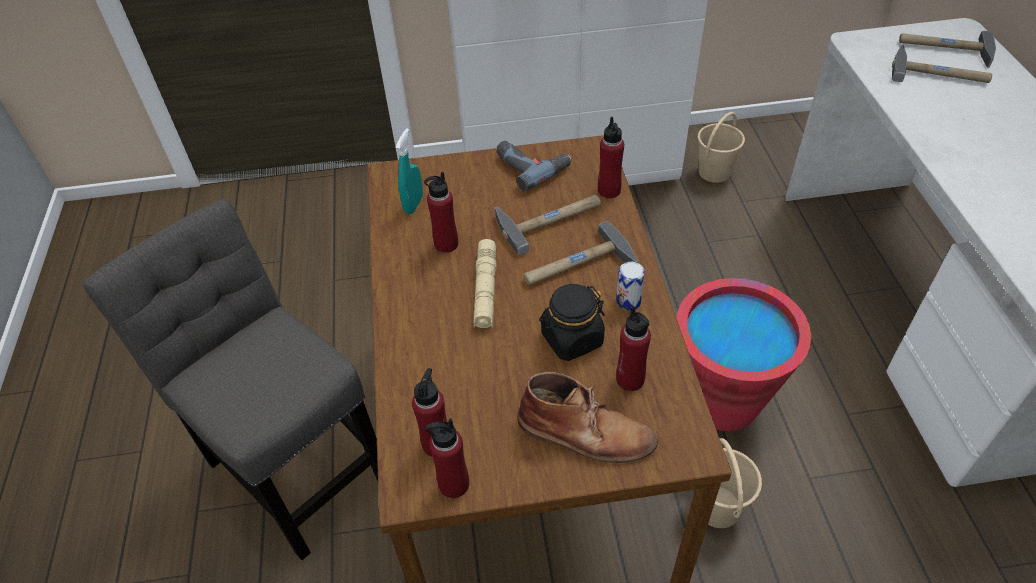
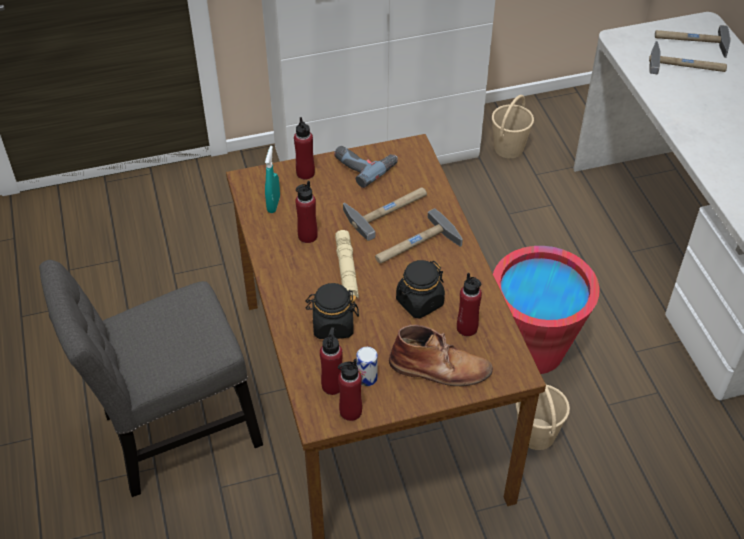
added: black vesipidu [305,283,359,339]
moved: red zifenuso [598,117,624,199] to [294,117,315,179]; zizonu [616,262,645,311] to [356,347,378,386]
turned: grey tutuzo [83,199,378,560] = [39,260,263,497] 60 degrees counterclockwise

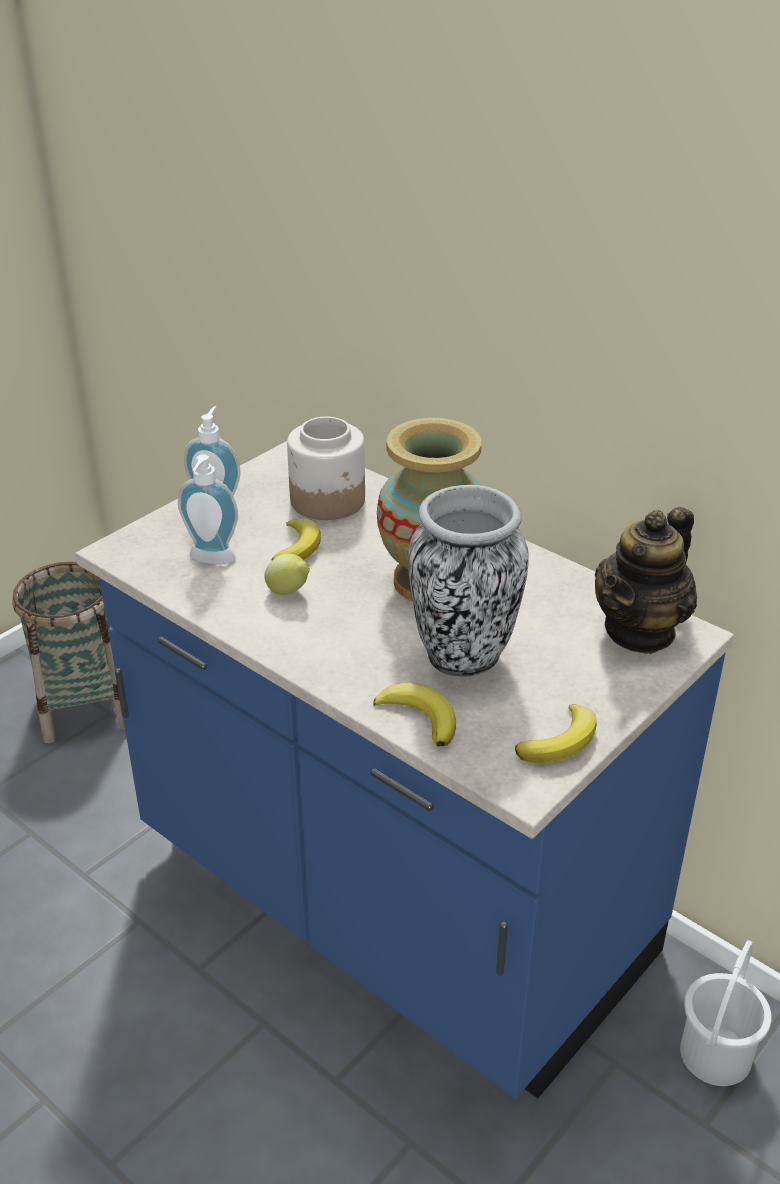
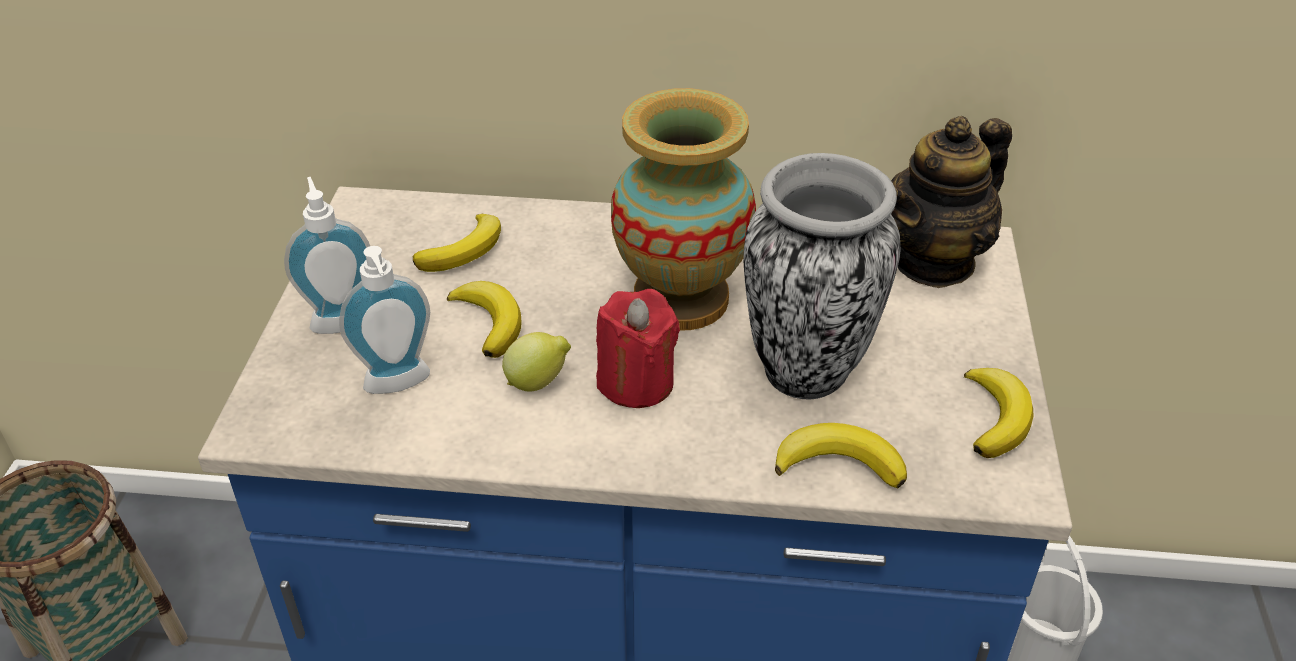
added: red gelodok [596,289,680,408]
replaced: vesipidu [287,417,365,520] to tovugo [413,214,501,272]
turned: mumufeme [595,507,697,654] = [891,116,1012,288] 45 degrees clockwise

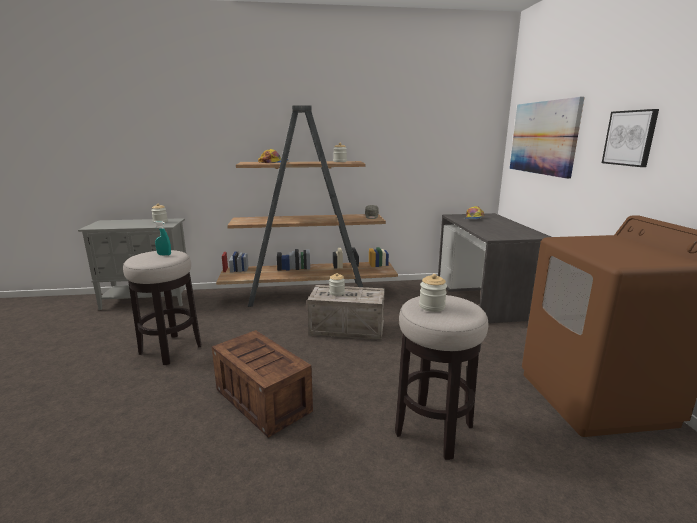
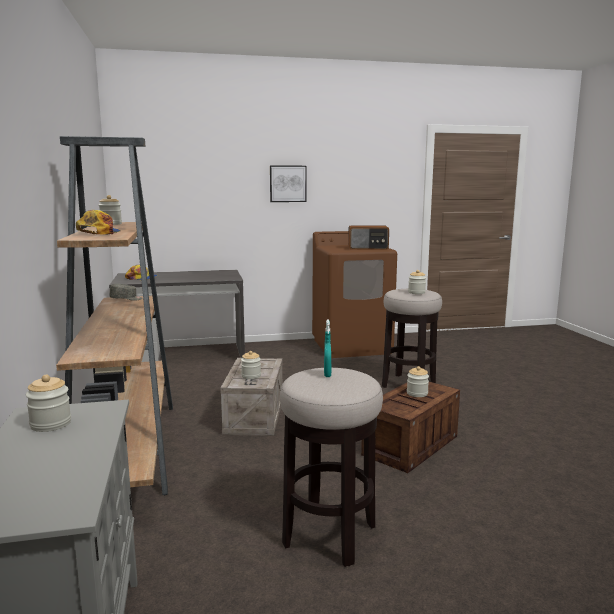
removed: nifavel [510,97,584,179]
added: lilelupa [348,225,389,250]; vesipidu [407,366,429,397]

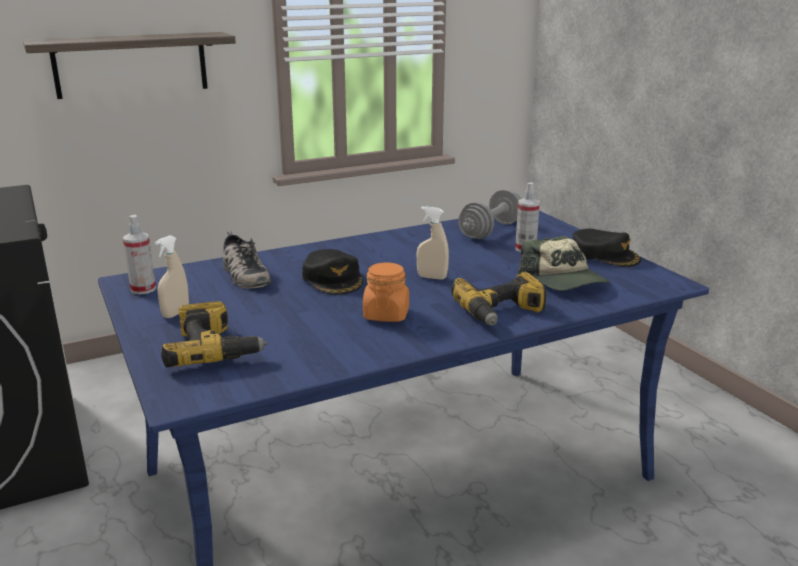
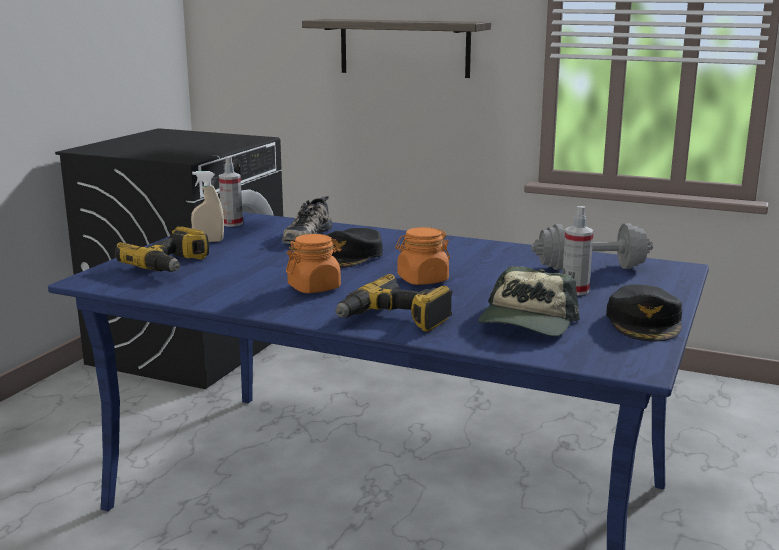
replaced: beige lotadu [417,207,449,280] to orange vesipidu [395,227,450,285]

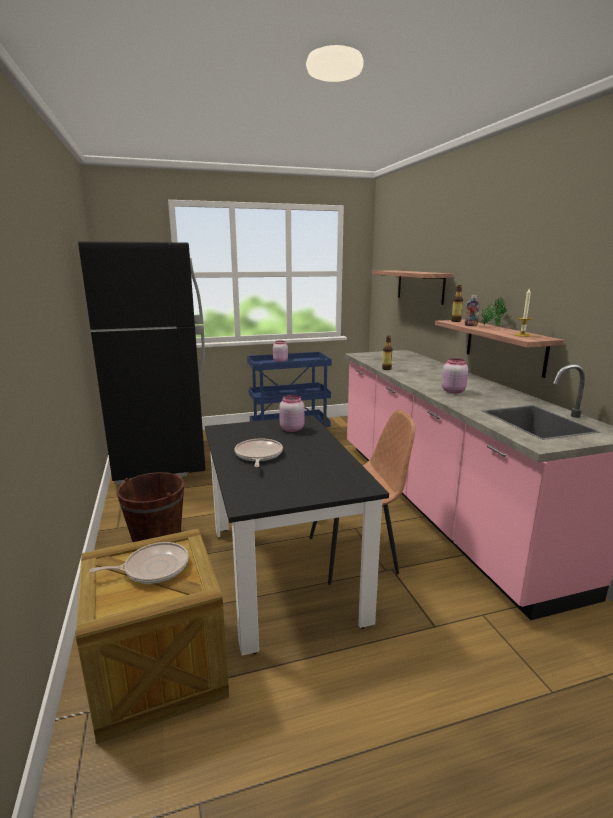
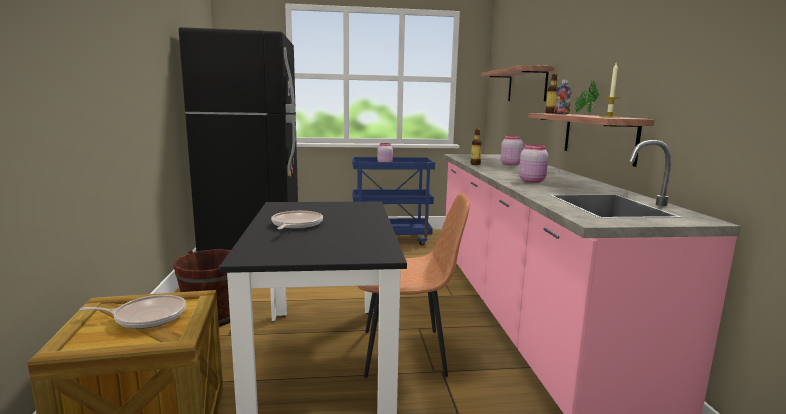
moved: pink vesipidu [279,395,305,432] to [501,135,523,165]

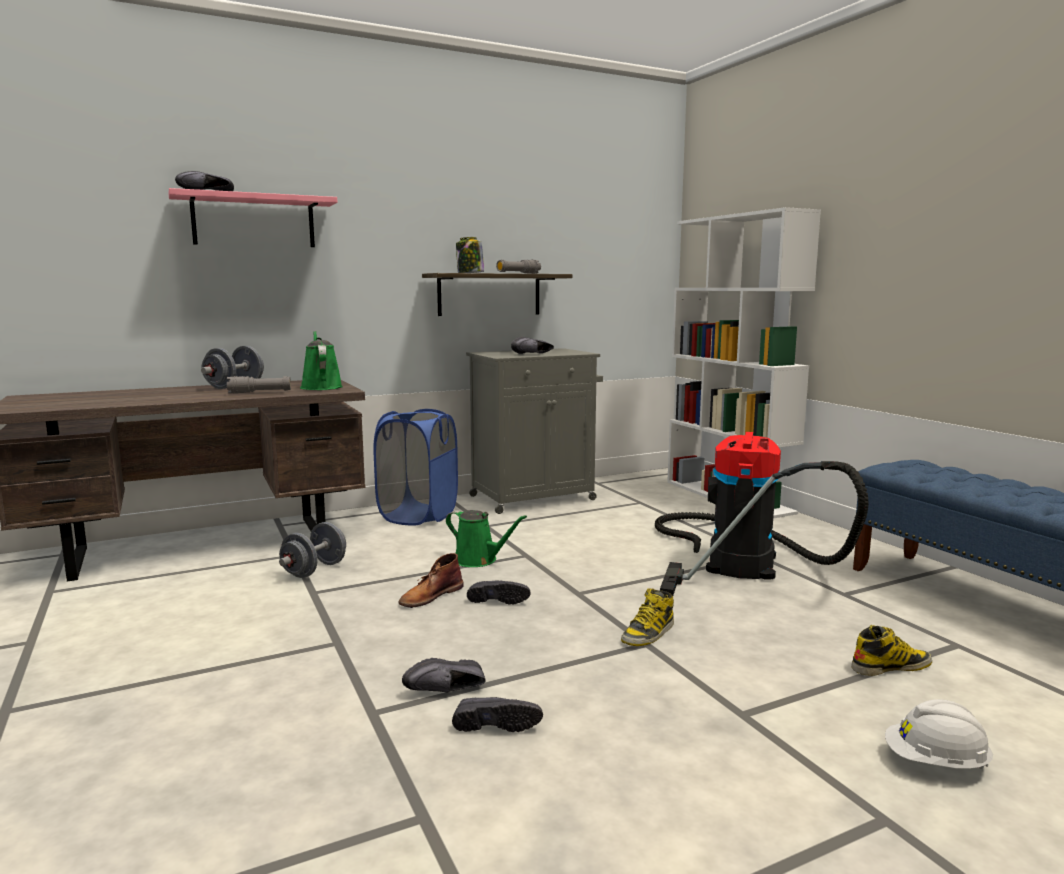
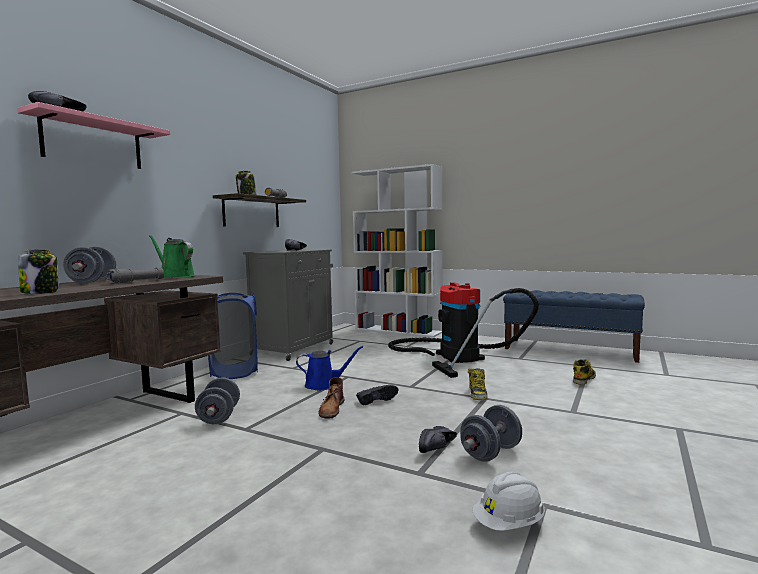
added: vesipidu [18,250,59,294]
moved: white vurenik [885,699,993,769] to [472,472,545,531]
replaced: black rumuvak [452,697,543,732] to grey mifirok [460,405,522,462]
recoloured: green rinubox [446,510,527,567] to blue rinubox [296,346,363,390]

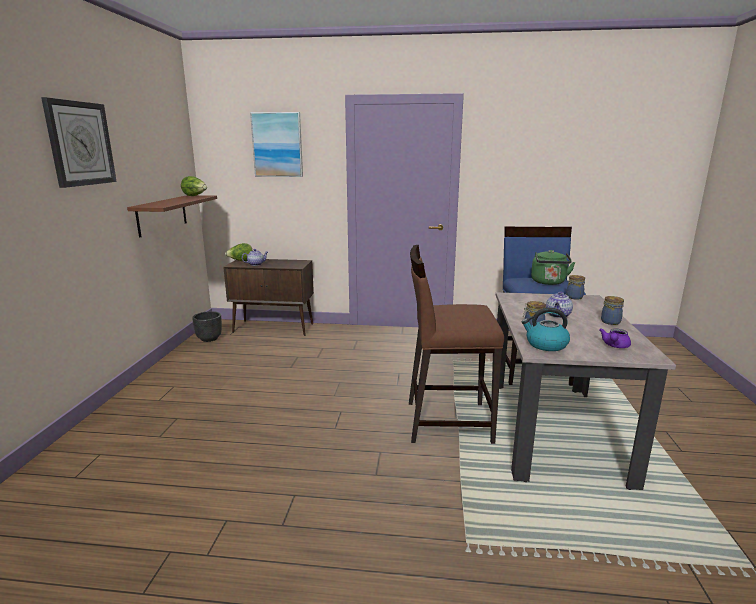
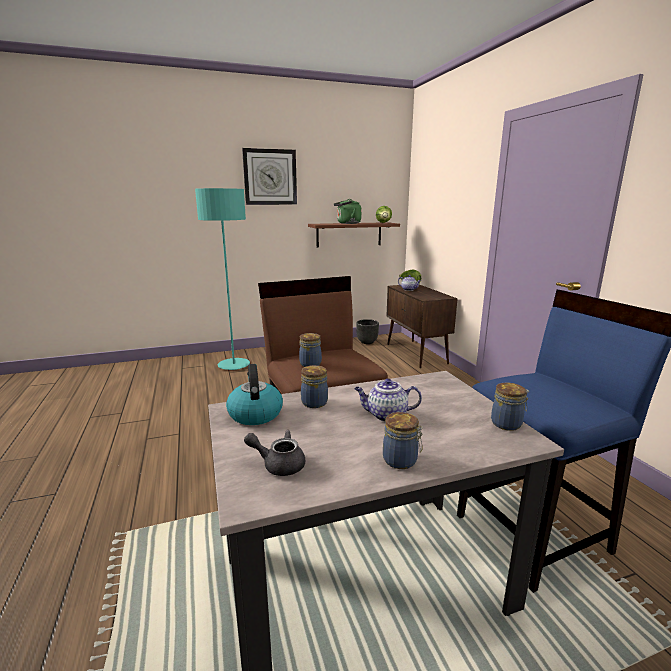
removed: nifavel [250,112,303,177]
added: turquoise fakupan [195,188,250,370]; vesipidu [299,333,322,367]
moved: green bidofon [531,250,576,285] to [334,199,362,224]
recoloured: purple mumufeme [599,328,631,348] to grey mumufeme [244,430,305,476]

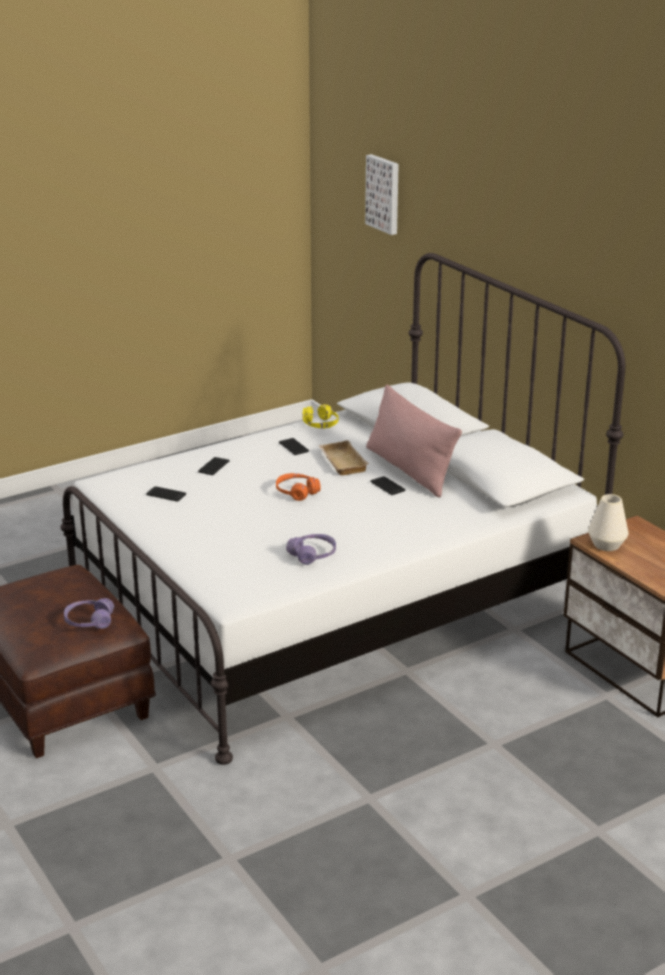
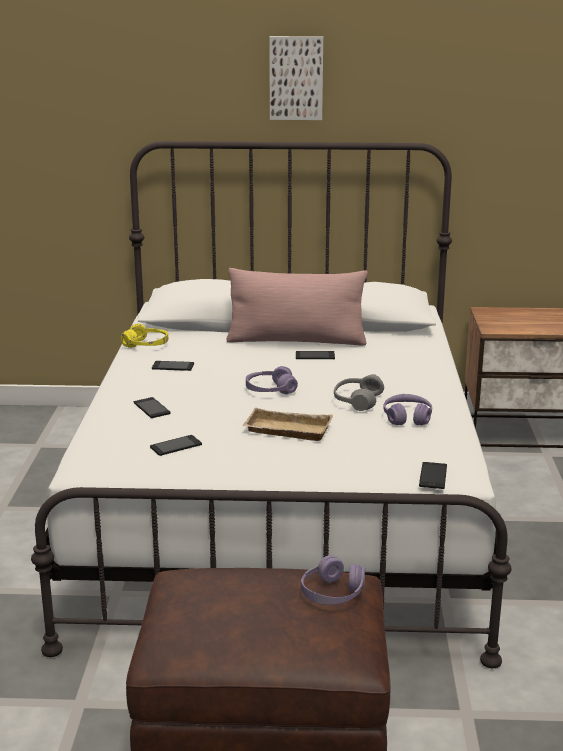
removed: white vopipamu [588,494,628,551]
added: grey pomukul [334,374,384,411]; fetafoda [419,462,447,489]
moved: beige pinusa [318,440,369,475] to [242,408,333,441]; nifavel [365,154,399,235] to [269,36,323,120]
recoloured: orange pomukul [276,473,321,501] to purple pomukul [246,366,298,394]

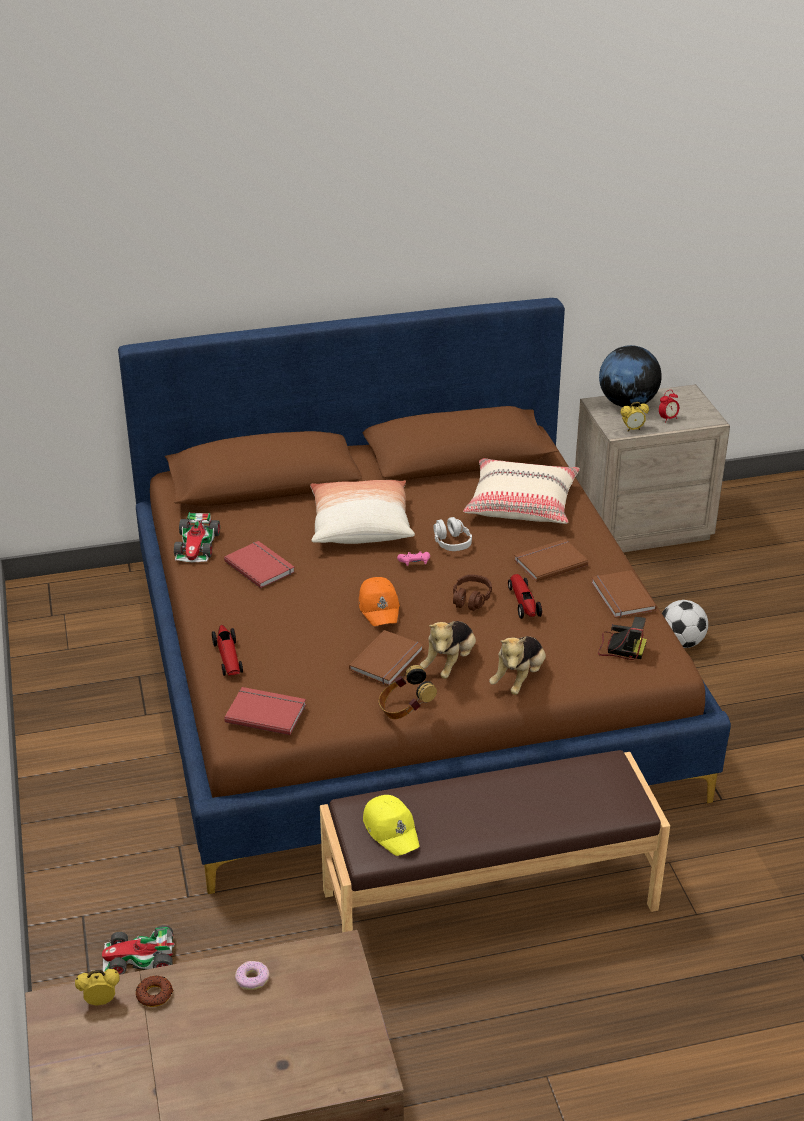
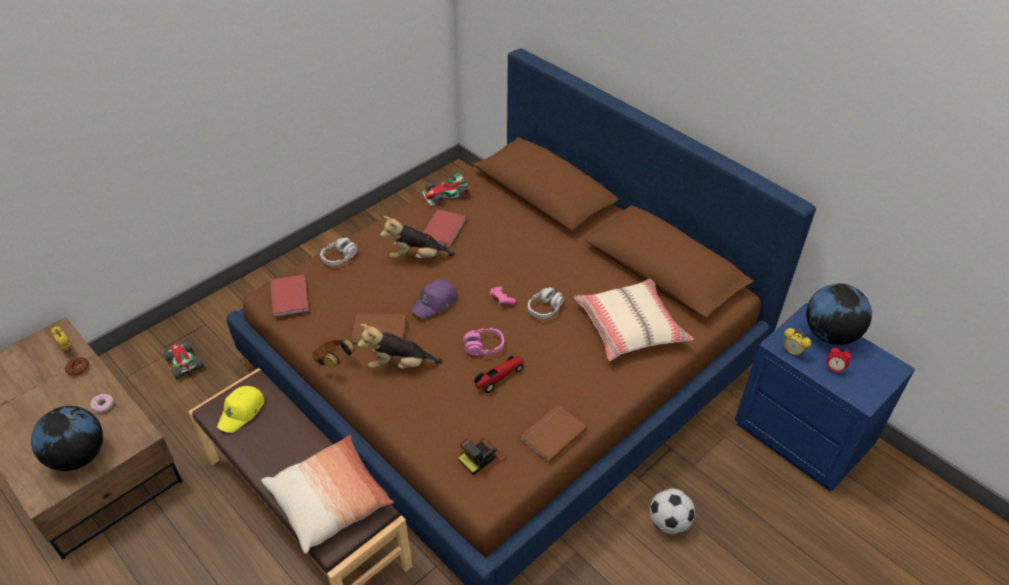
removed: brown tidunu [514,539,588,582]
added: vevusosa [31,406,103,471]
moved: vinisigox [310,480,415,544] to [261,435,394,554]; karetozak [489,636,546,695] to [380,216,455,258]
replaced: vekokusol [212,625,243,676] to grey pomukul [320,237,357,266]
recoloured: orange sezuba [359,577,400,626] to purple sezuba [411,280,457,318]; brown pomukul [453,574,492,611] to pink pomukul [463,328,504,356]; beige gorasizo [575,384,730,552] to blue gorasizo [735,303,915,491]
turned: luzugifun [598,617,647,660] = [458,438,507,475] 60 degrees clockwise

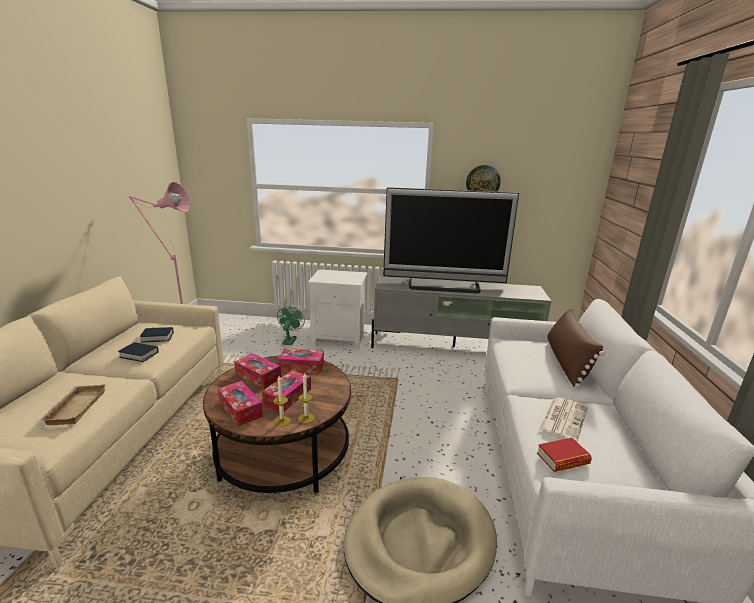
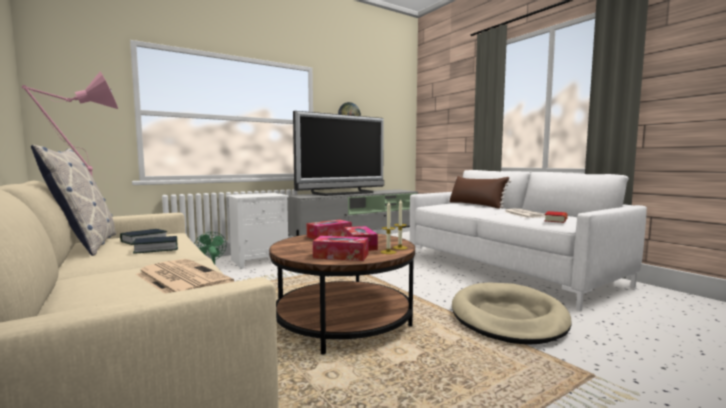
removed: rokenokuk [234,353,281,388]
added: vinisigox [31,145,116,256]
replaced: beige pinusa [40,384,106,425] to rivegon [136,259,234,294]

